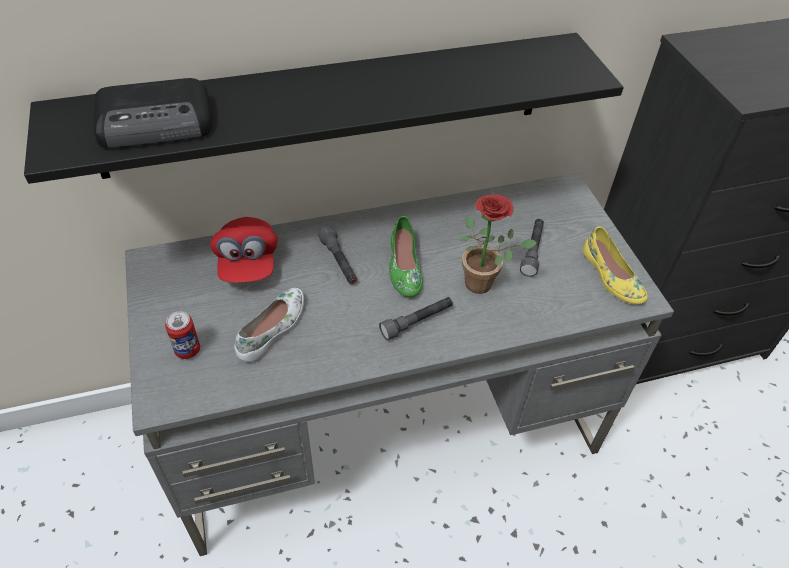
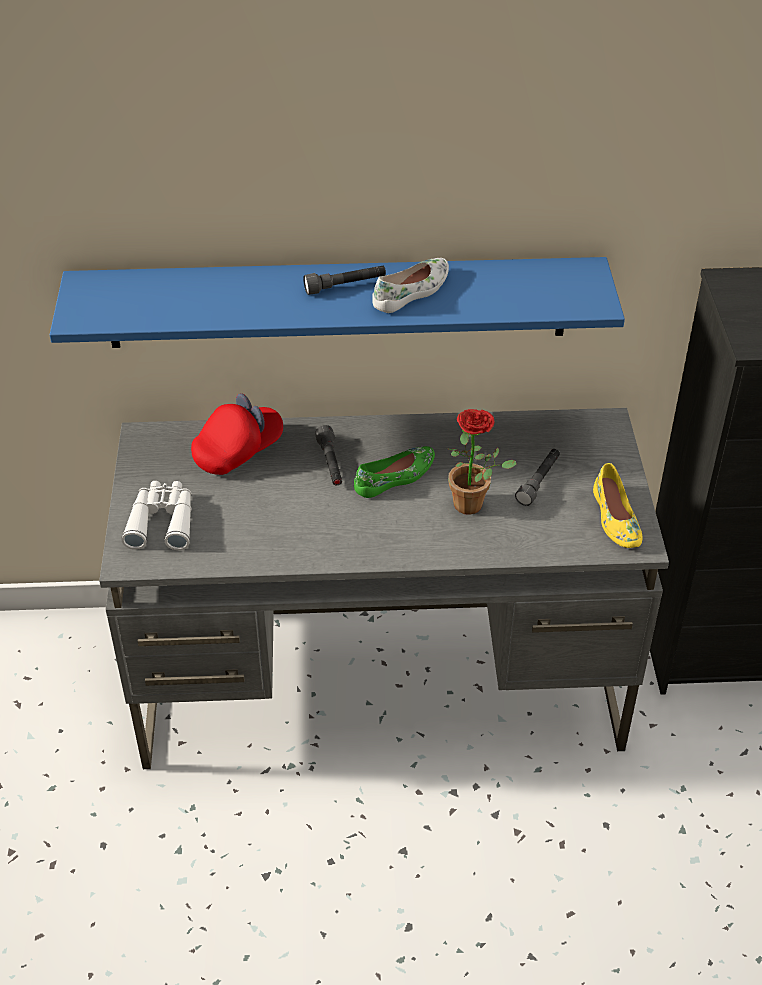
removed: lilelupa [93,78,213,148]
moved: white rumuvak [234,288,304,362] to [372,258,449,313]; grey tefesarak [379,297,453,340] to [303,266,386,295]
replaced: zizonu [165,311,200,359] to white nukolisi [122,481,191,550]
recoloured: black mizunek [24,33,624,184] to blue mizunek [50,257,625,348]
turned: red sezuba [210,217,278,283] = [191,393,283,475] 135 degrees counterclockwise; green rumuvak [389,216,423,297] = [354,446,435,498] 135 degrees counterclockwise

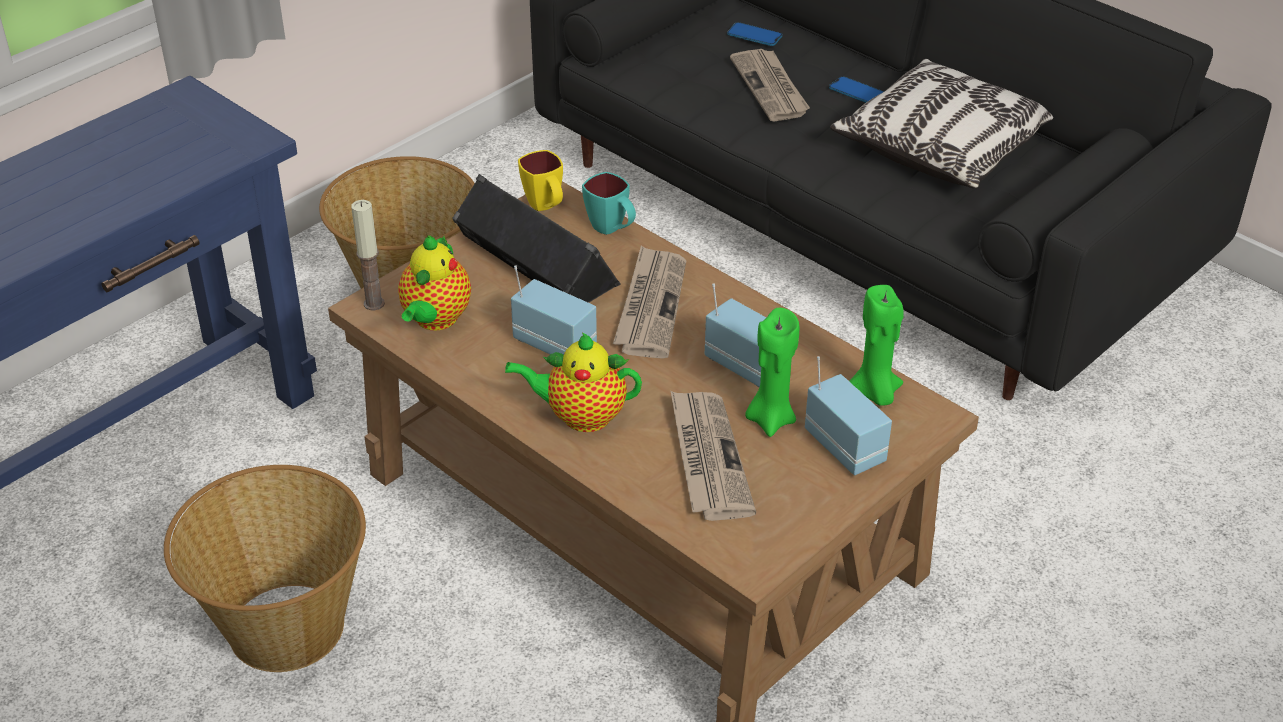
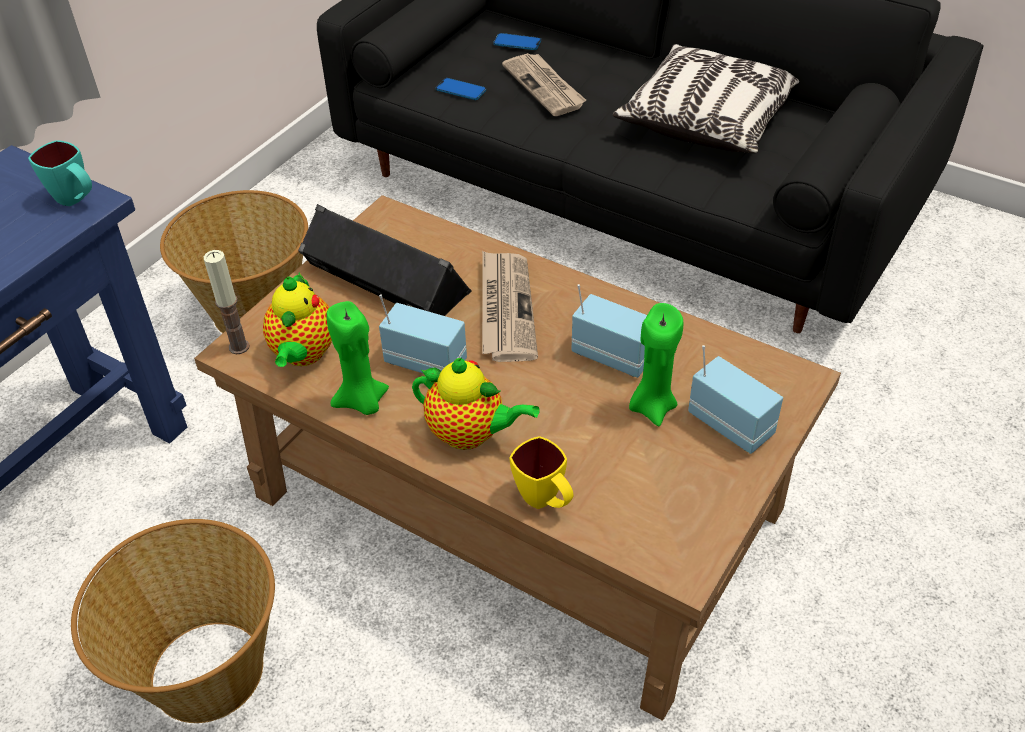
removed: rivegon [671,391,756,521]
moved: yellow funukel [518,150,563,211] to [510,436,574,509]; turquoise funukel [582,172,636,235] to [28,140,92,206]; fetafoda [829,76,884,103] to [436,78,486,100]; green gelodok [849,285,904,406] to [326,301,389,415]
turned: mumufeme [505,332,642,432] = [412,358,540,450] 150 degrees counterclockwise

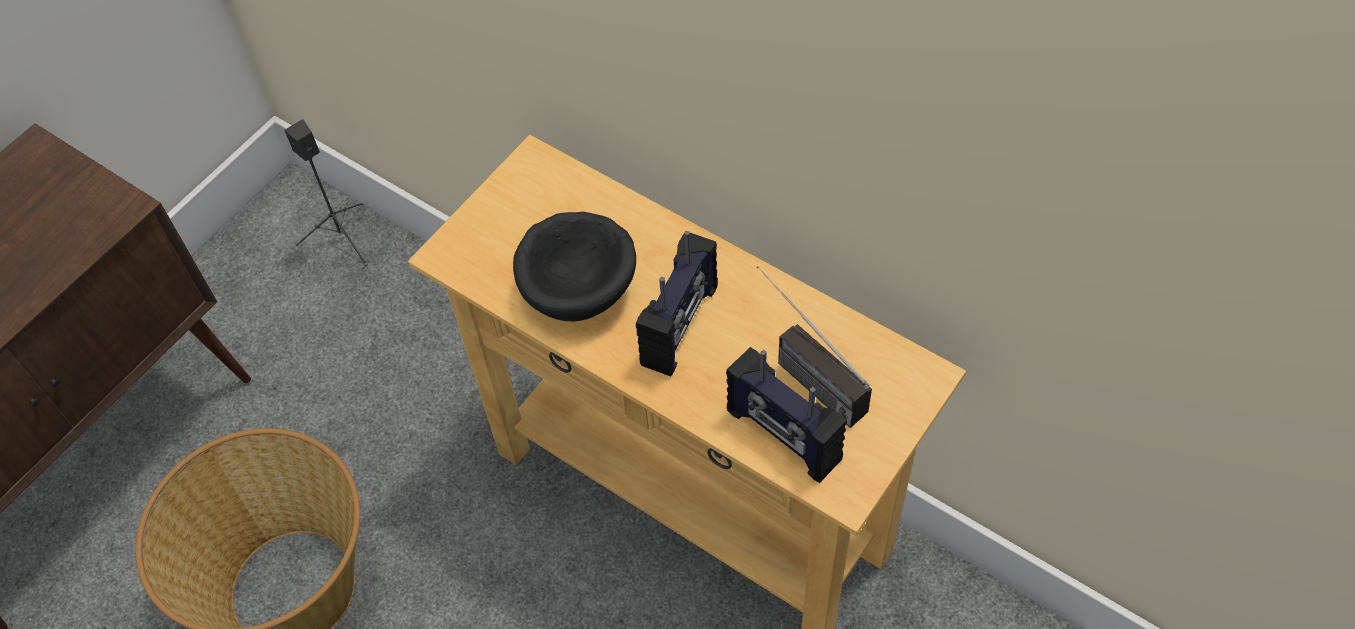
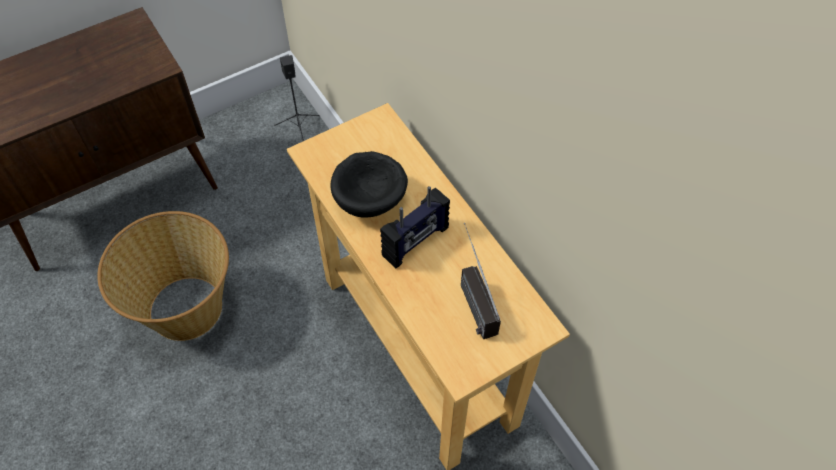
removed: lilelupa [726,347,847,483]

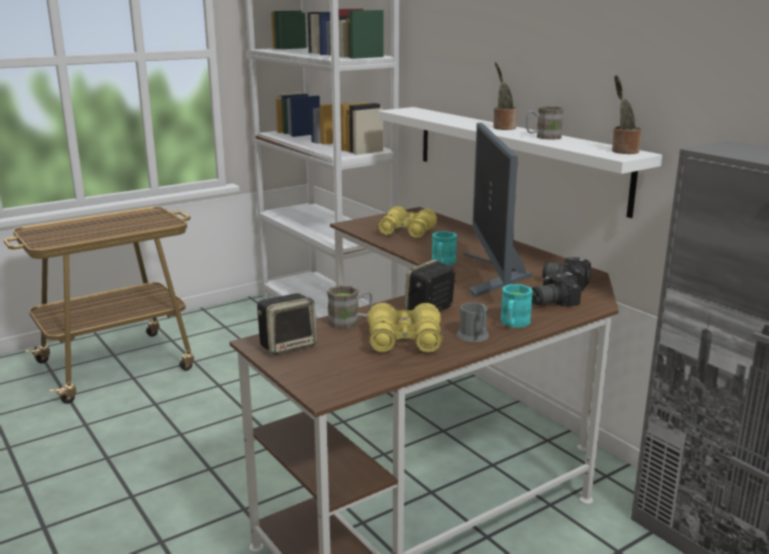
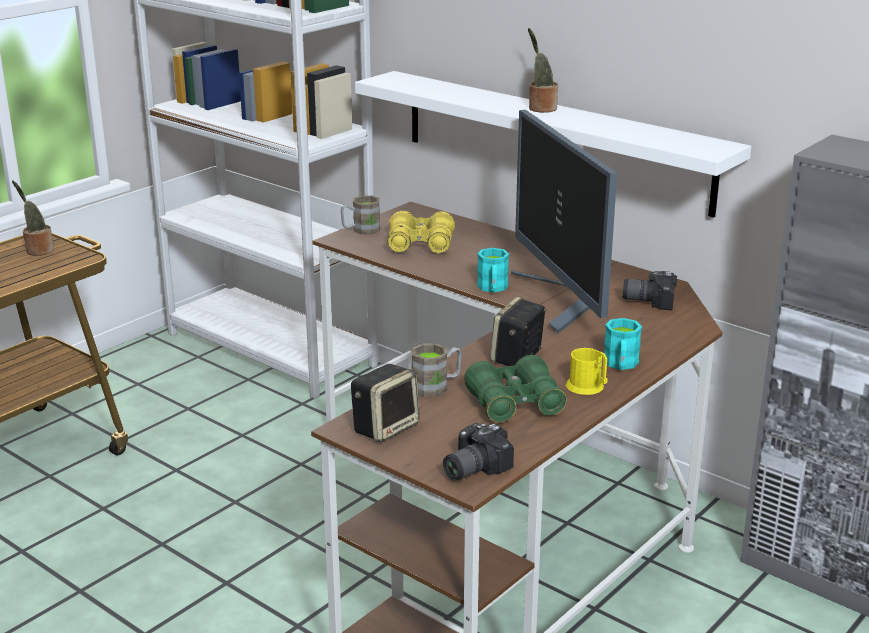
moved: brown funukel [526,106,564,140] to [341,195,380,234]; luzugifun [532,272,581,307] to [443,423,514,481]; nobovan [612,75,642,154] to [12,180,54,256]
recoloured: yellow nukolisi [368,303,443,353] to green nukolisi [464,355,567,423]; grey funukel [457,302,489,342] to yellow funukel [566,348,608,395]

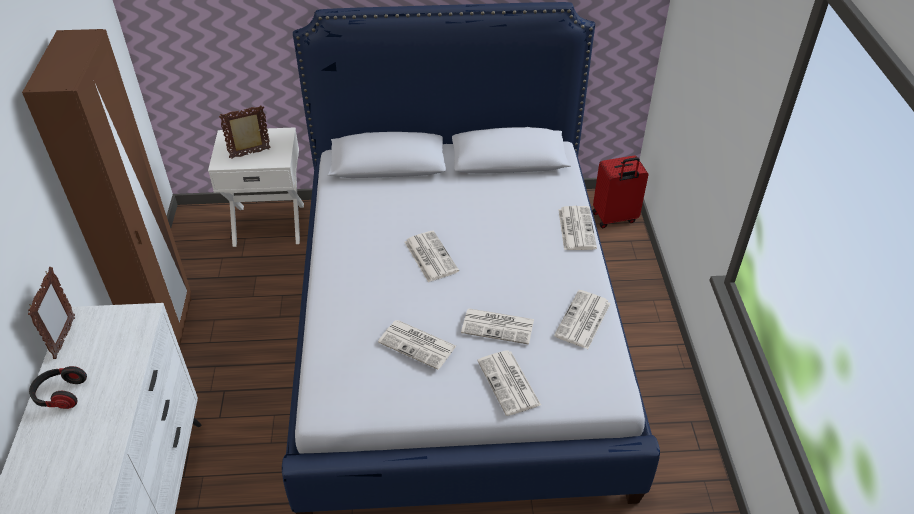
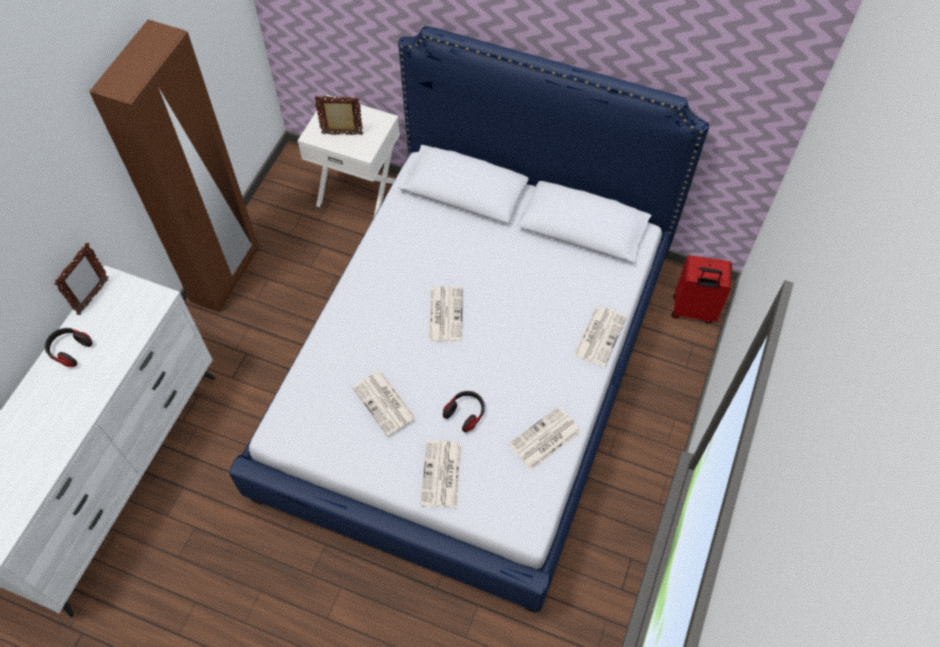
replaced: rivegon [461,308,534,345] to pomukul [443,391,485,432]

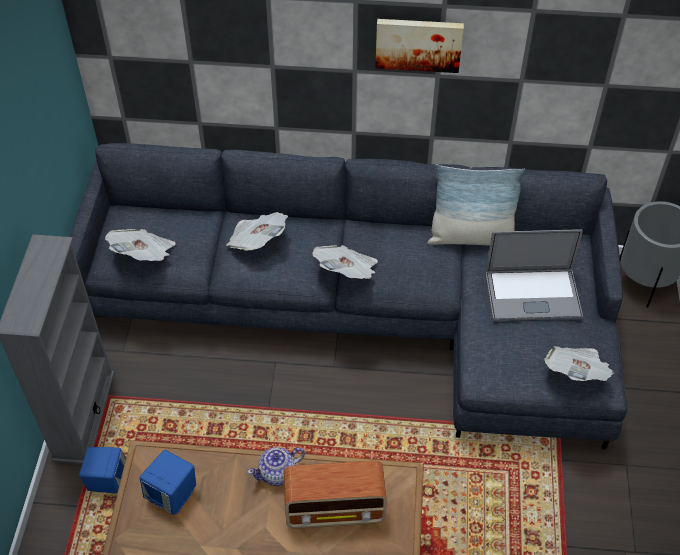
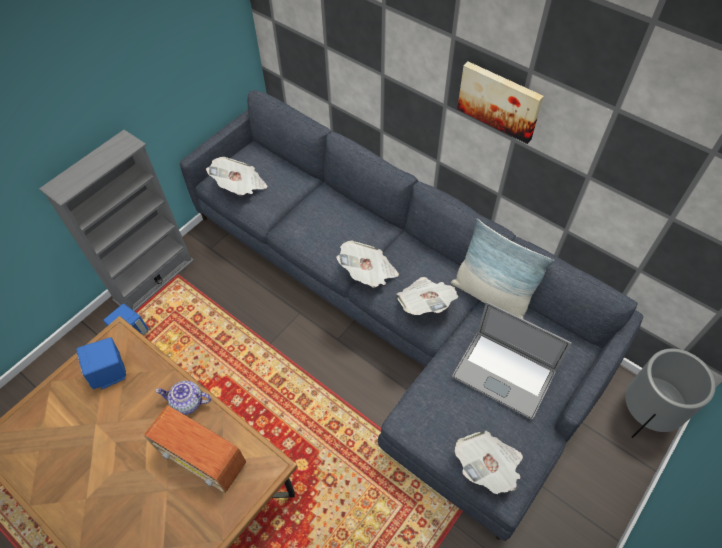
moved: rivegon [226,212,288,251] to [397,277,458,315]

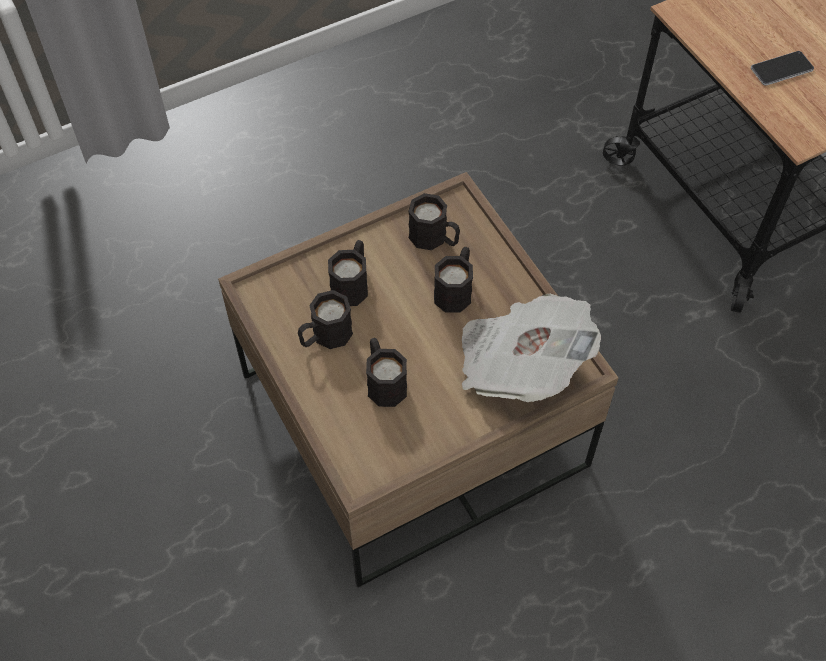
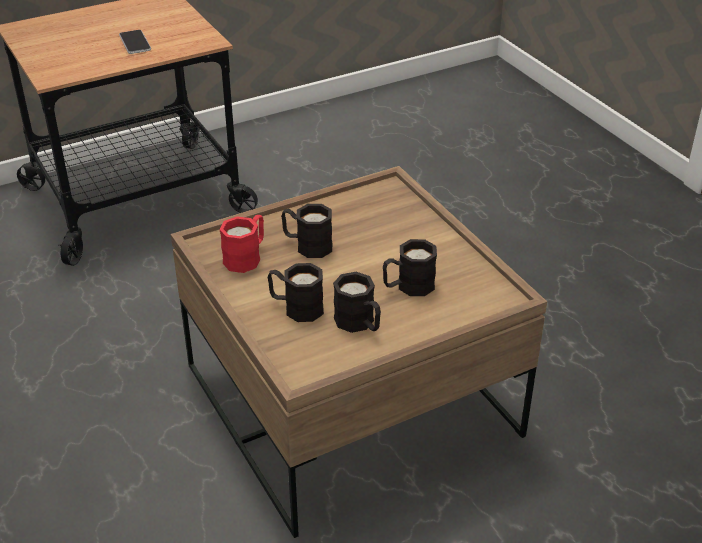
removed: rivegon [462,293,601,402]
recoloured: black funukel [408,193,460,250] to red funukel [219,215,264,273]

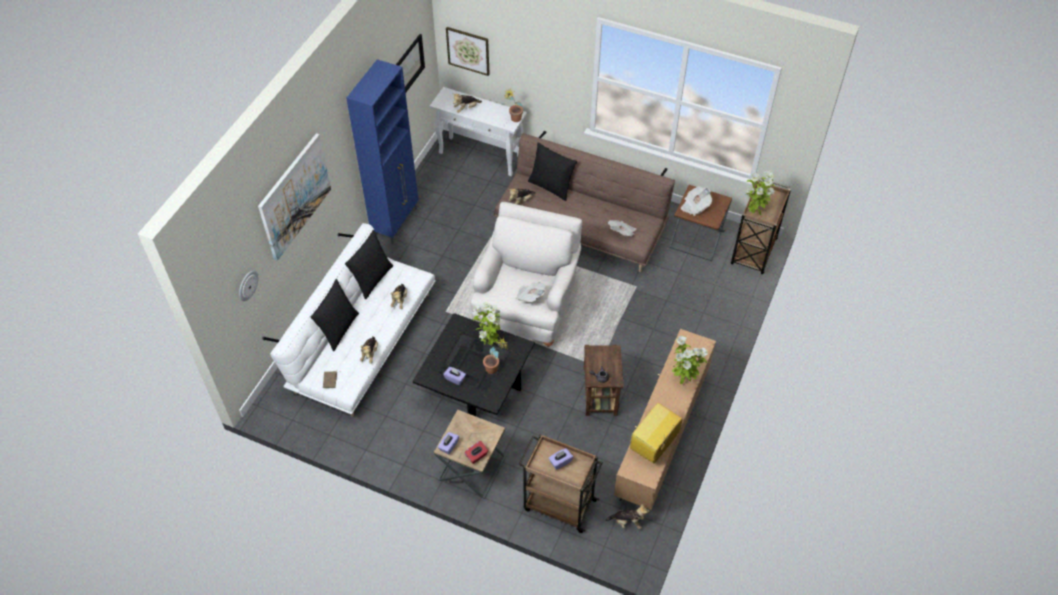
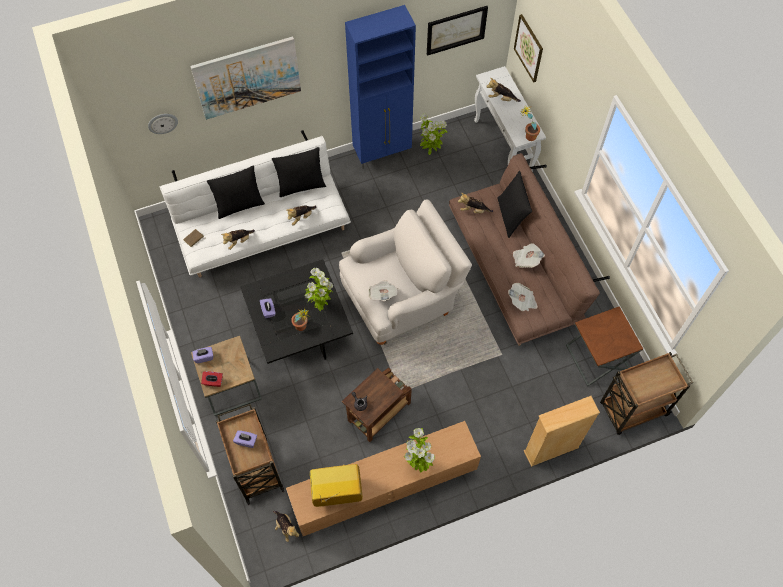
added: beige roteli [524,396,600,467]
moved: rivegon [681,186,712,216] to [513,243,545,268]; nobovan [746,170,775,215] to [420,114,447,155]

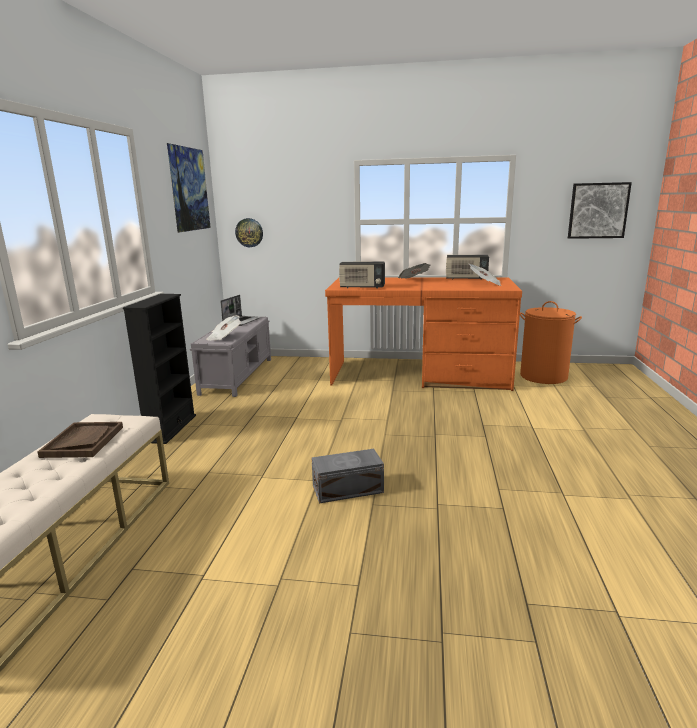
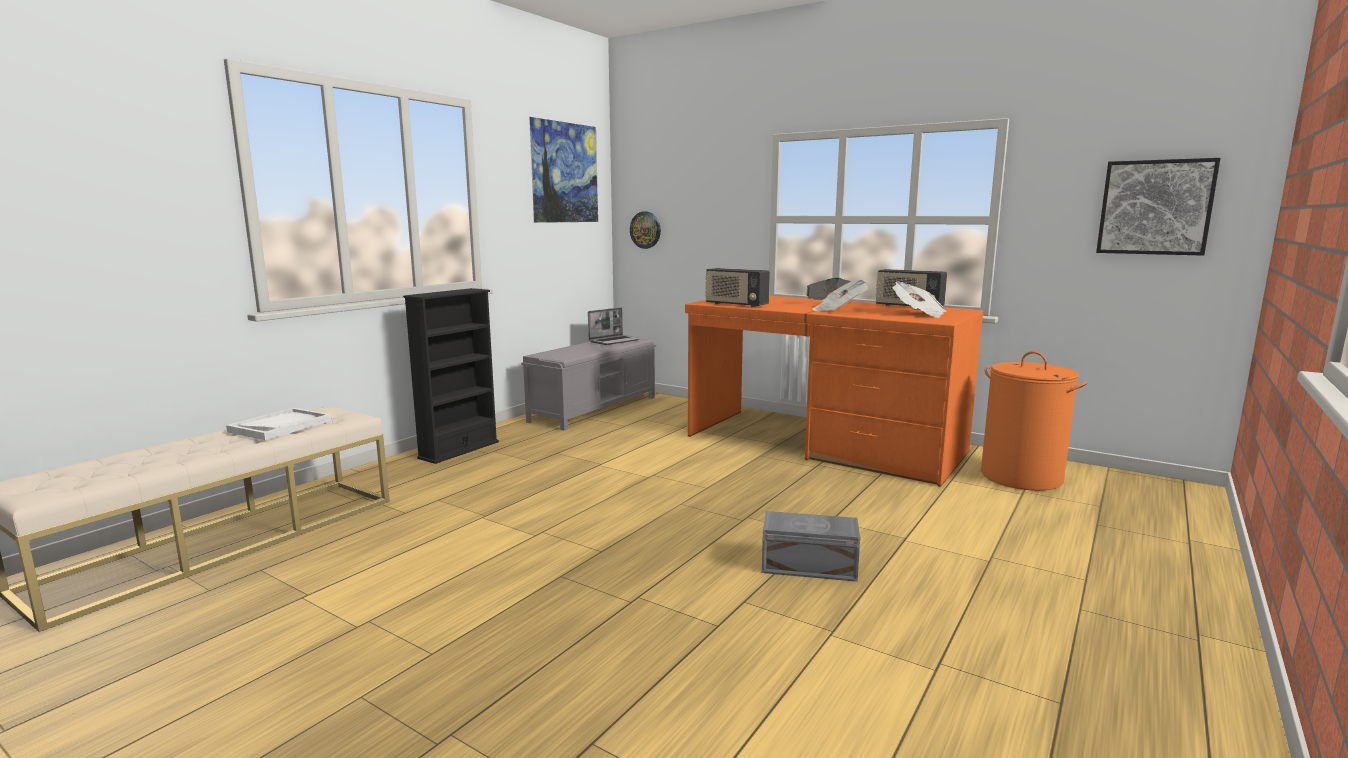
moved: rivegon [206,315,241,341] to [813,280,868,311]; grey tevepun [312,449,384,504] to [762,511,860,582]
recoloured: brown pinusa [38,422,123,458] to white pinusa [226,408,331,440]

